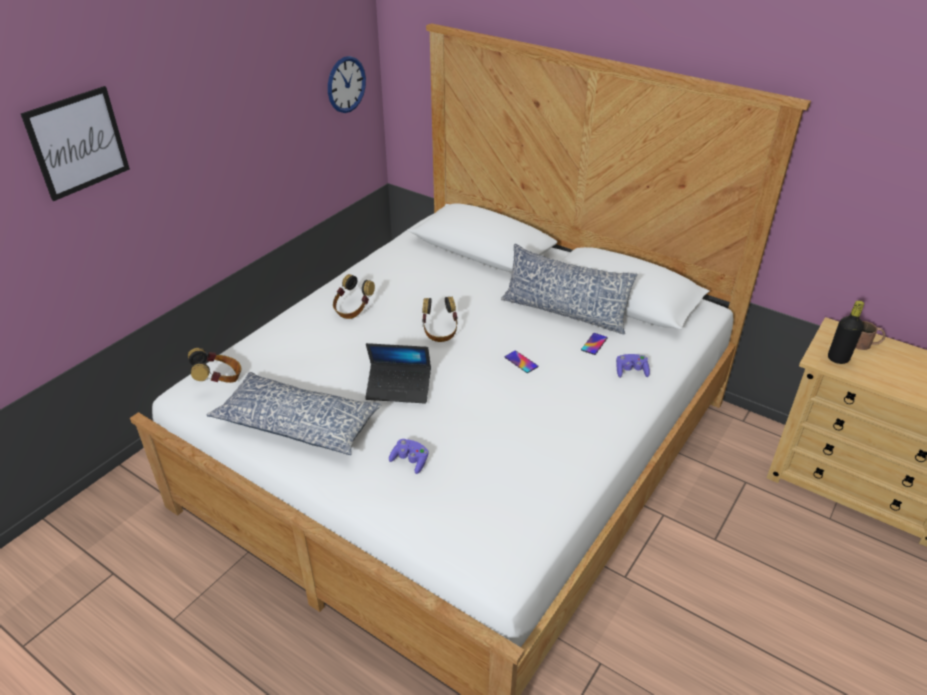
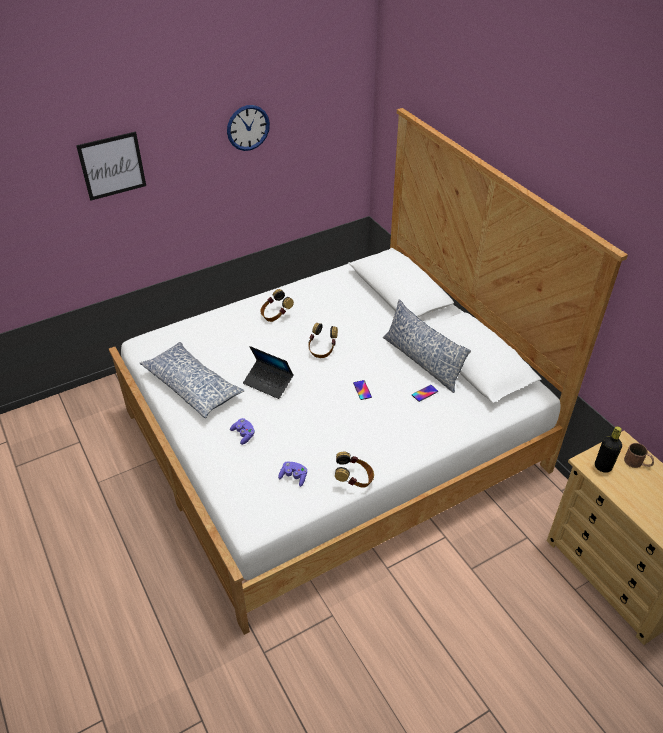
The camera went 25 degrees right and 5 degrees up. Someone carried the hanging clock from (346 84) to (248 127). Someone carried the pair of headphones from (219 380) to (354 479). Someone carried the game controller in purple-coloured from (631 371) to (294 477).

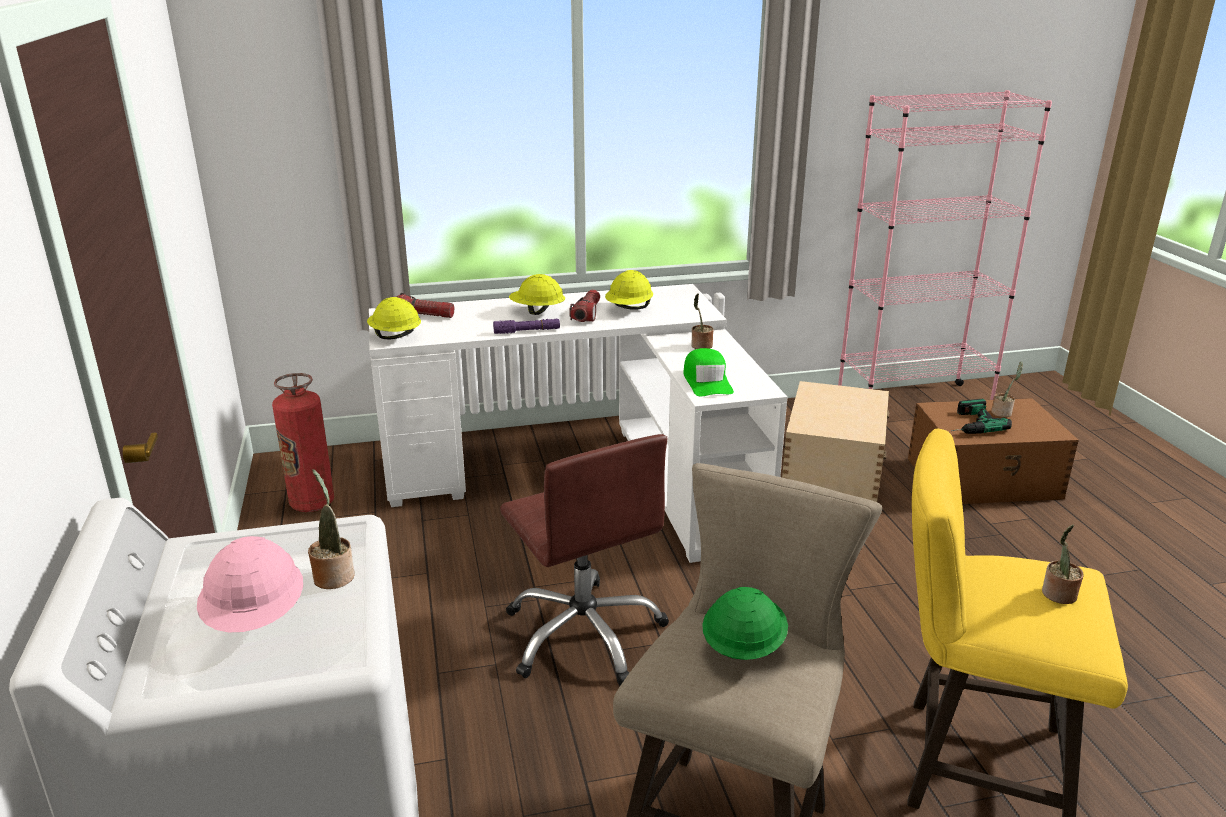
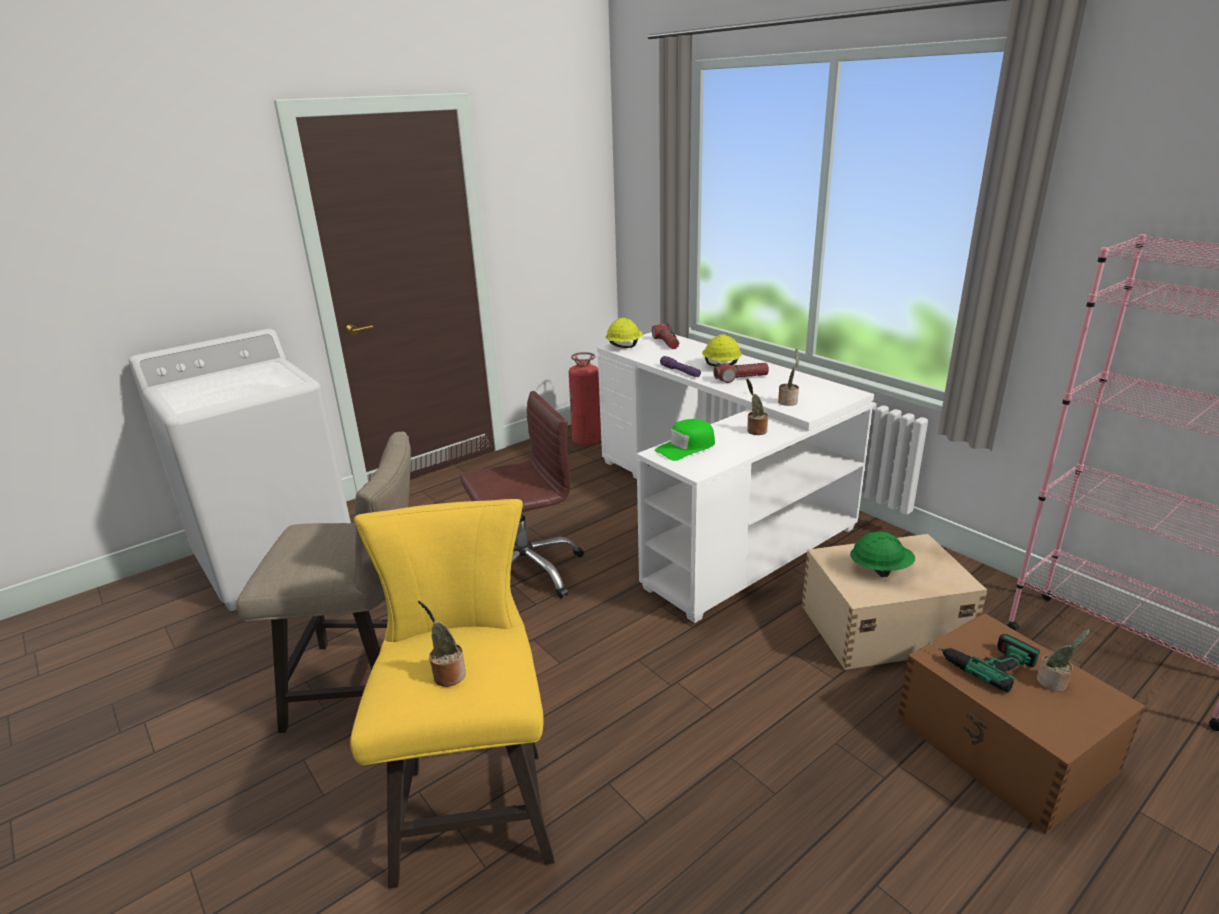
The camera went 65 degrees right and 0 degrees up. Someone took away the work helmet in yellow at (629 309). Someone rotated the office chair in brownish at (584 634) by 150 degrees counterclockwise. Someone carried the plant in a pot from (333 575) to (788 402). Someone took away the work helmet in pink-coloured at (257 618). Someone carried the work helmet in green-coloured from (742 647) to (880 569).

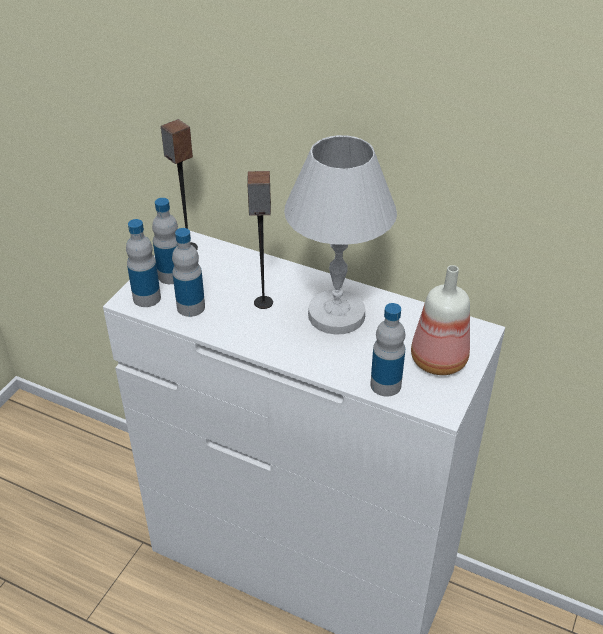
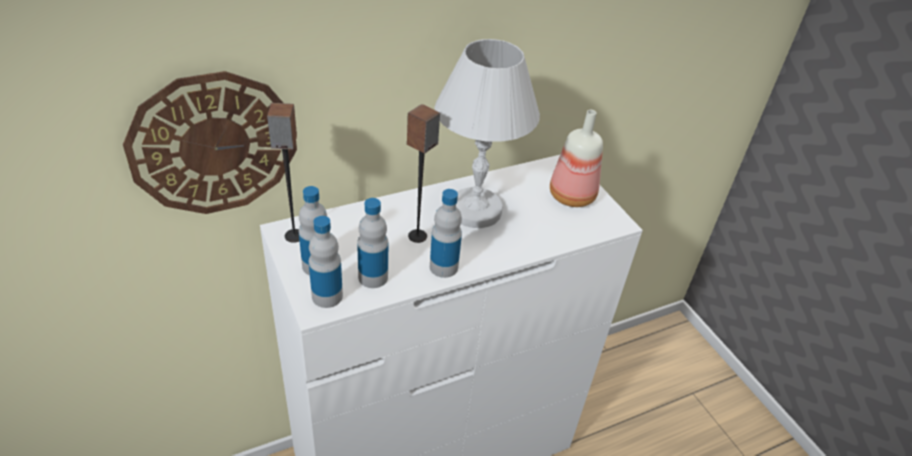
The camera went 55 degrees left and 0 degrees up. Someone carried the drink bottle from (385 385) to (443 267). Someone put up the hanging clock at (214 145).

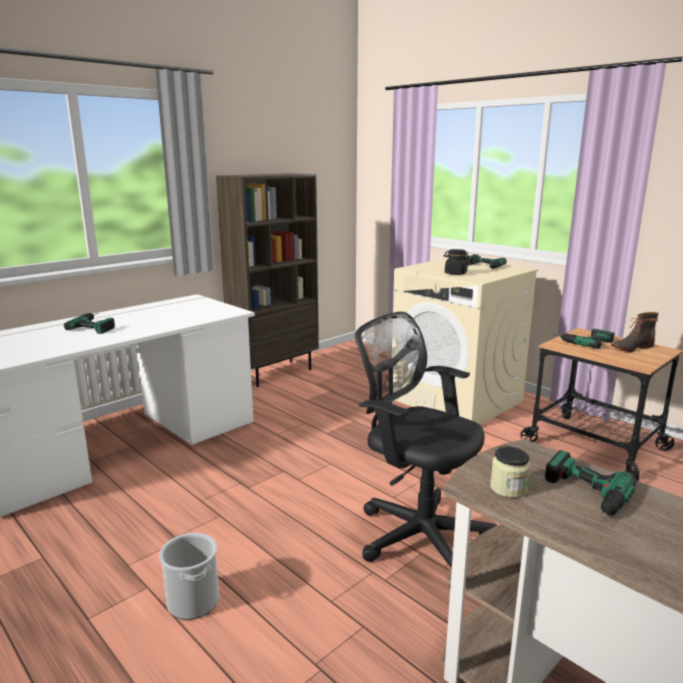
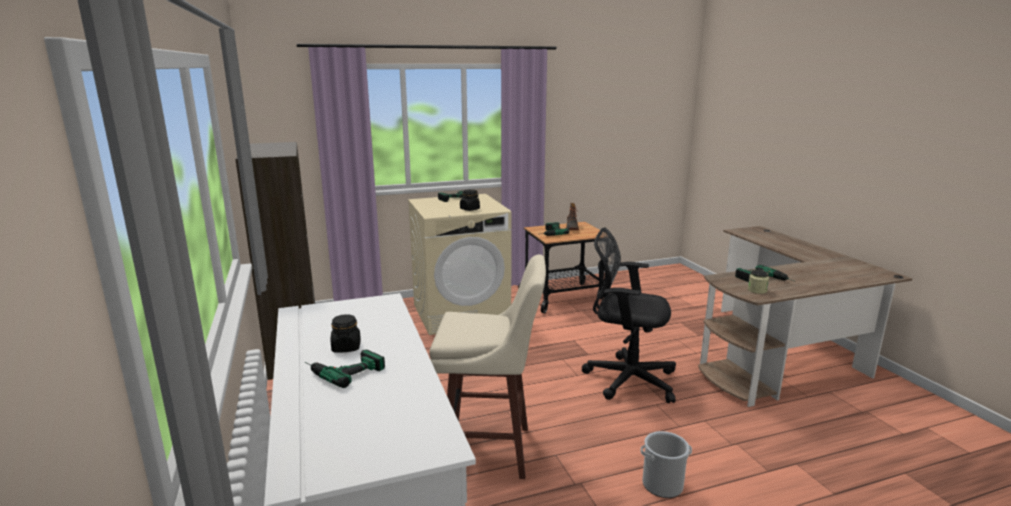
The camera went 65 degrees left and 0 degrees up. Someone rotated the office chair in black at (418 535) by 45 degrees clockwise. Someone put down the stool in beige-coloured at (490 451). Someone put down the storage jar in black at (346 347).

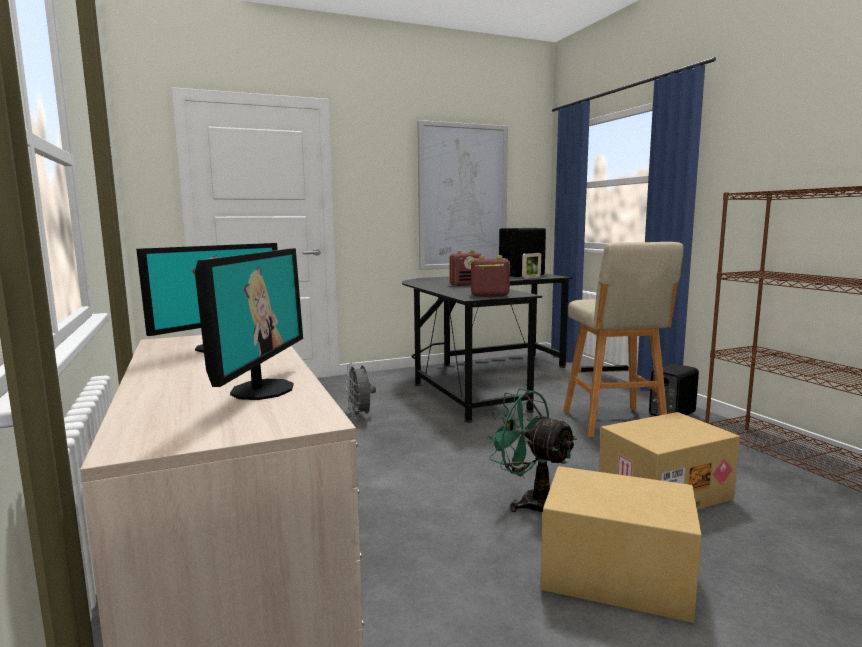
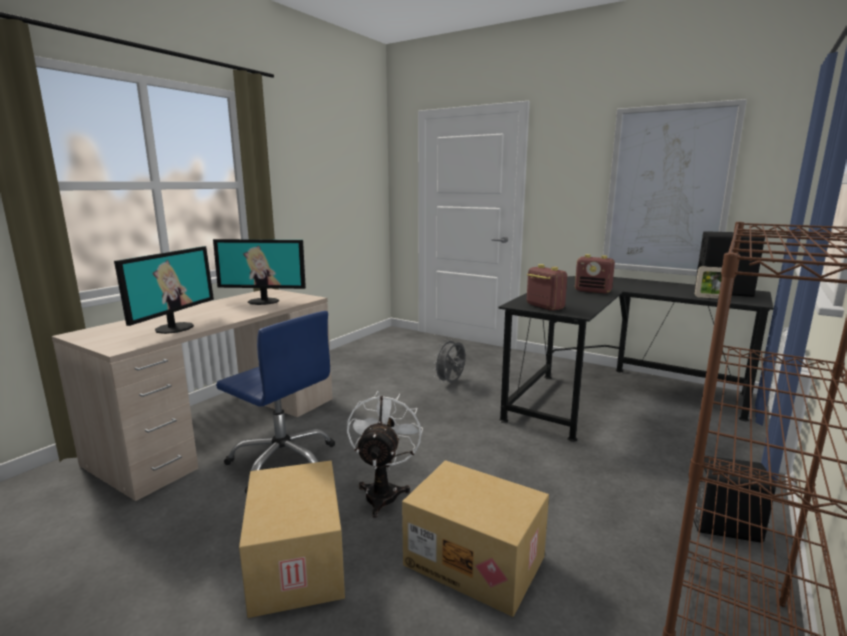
The camera went 55 degrees right and 5 degrees up. Someone took away the stool in beige-coloured at (614 423). Someone rotated the monitor at (261 389) by 45 degrees counterclockwise. Someone repainted the electric fan in green-coloured at (531 501), which became the electric fan in whitish at (383 492). Someone put down the office chair in bluish at (283 462).

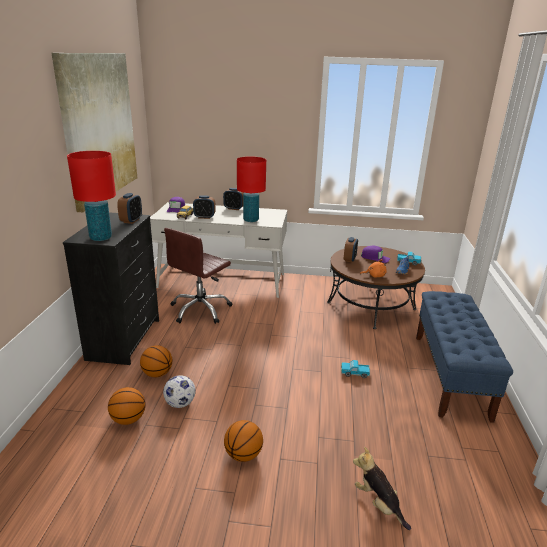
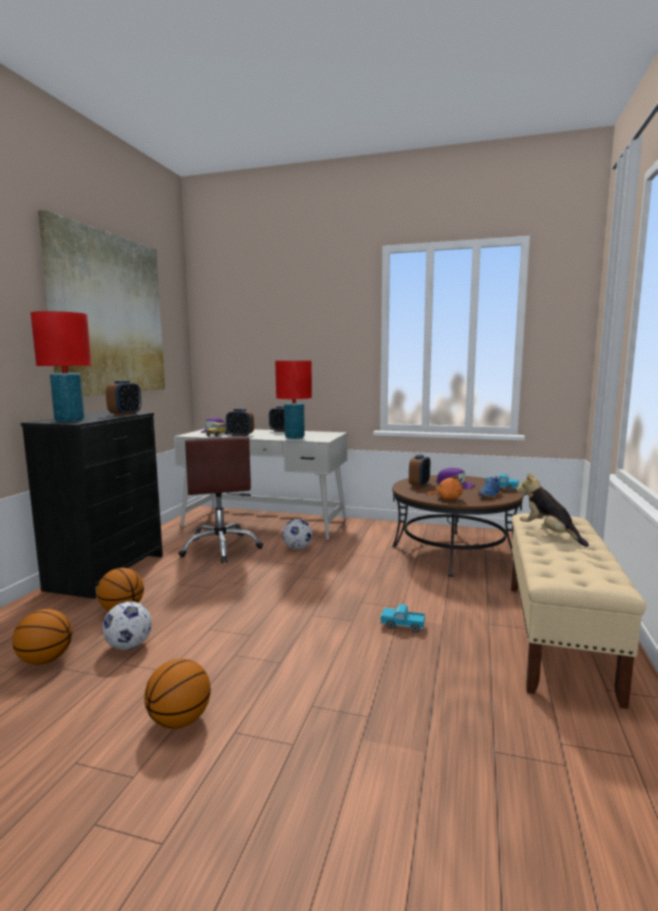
The camera went 10 degrees right and 15 degrees down. Someone rotated the office chair in brownish at (200 310) by 60 degrees counterclockwise. Someone repainted the indoor bench in bluish at (450 375), which became the indoor bench in beige-coloured at (557 636). Someone carried the plush toy from (378 503) to (548 534). Someone put down the ball for football at (297 548).

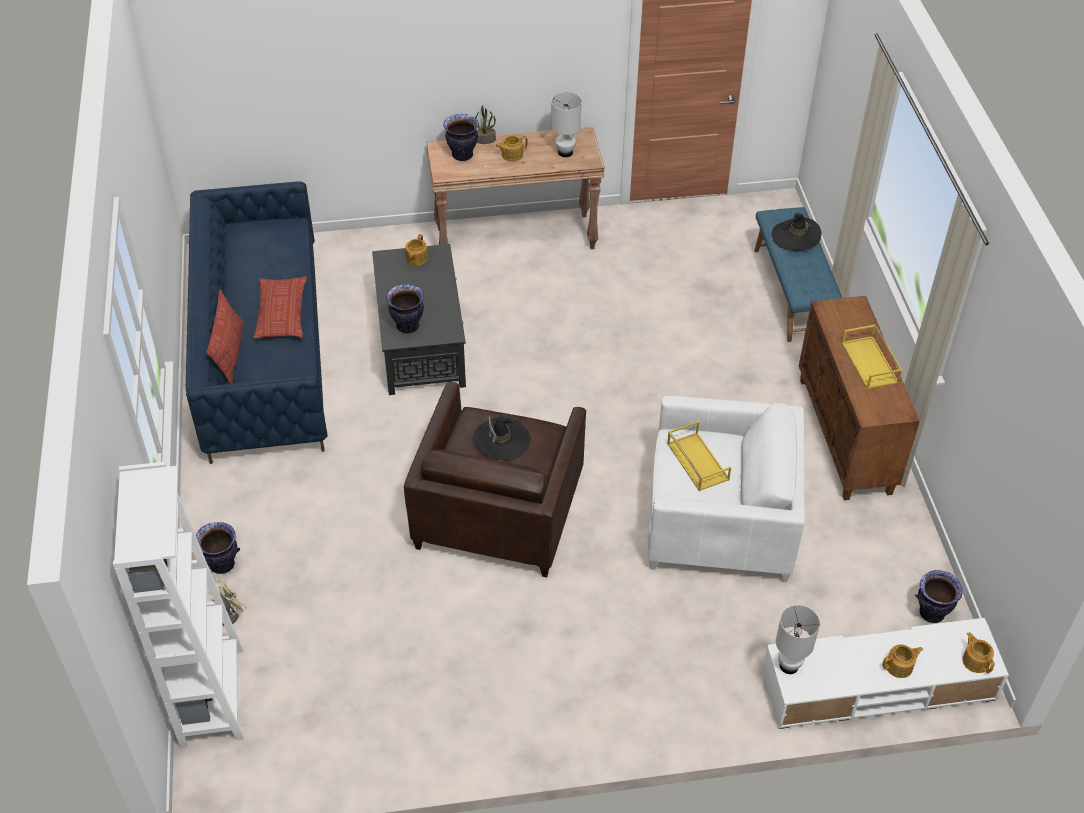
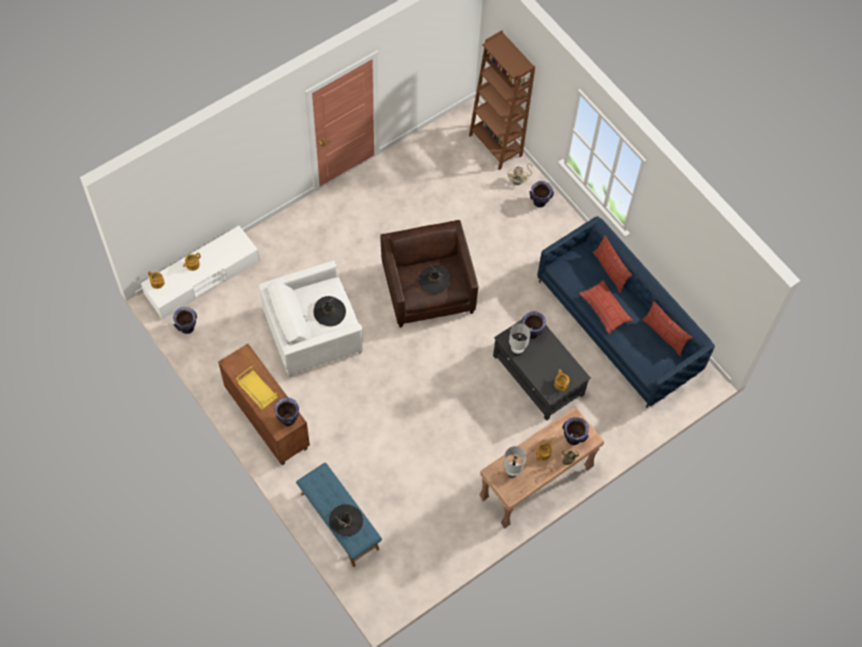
The camera went 150 degrees right and 15 degrees up. Someone swapped the serving tray in yellow at (696 461) for the wearable hat in black at (329 312). Someone repainted the bookcase in whitish at (212 697), which became the bookcase in brownish at (495 145). Someone carried the lamp for a table in whitish from (788 665) to (517 351). Someone put down the throw pillow at (664 335). Someone put down the decorative vase at (288 419).

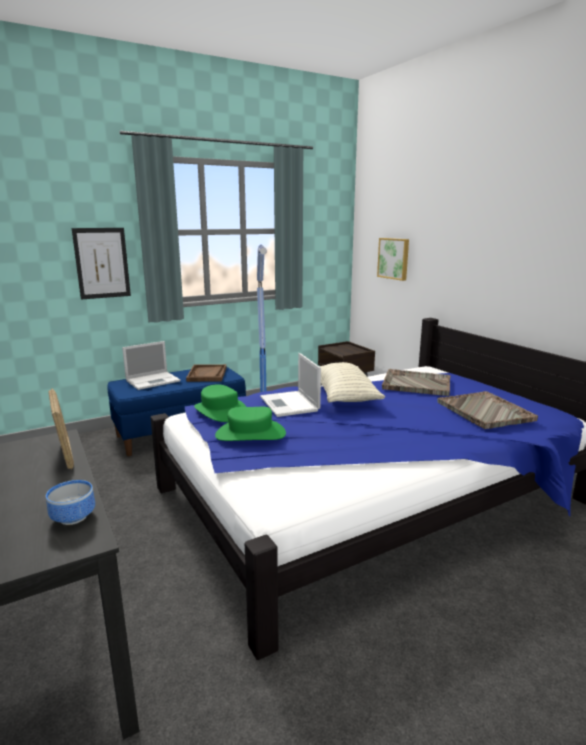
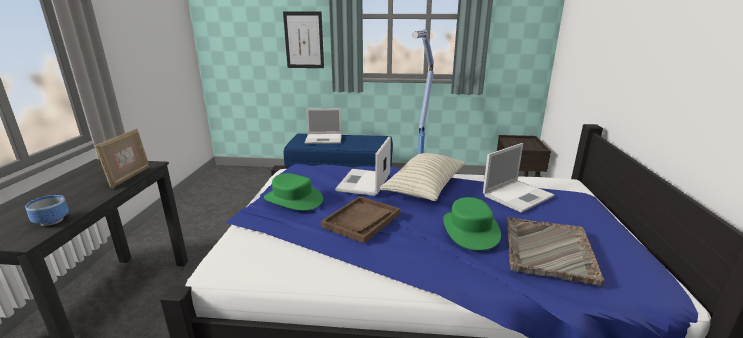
The camera went 35 degrees right and 5 degrees up. Someone took away the wall picture at (394 258). Someone carried the serving tray in brownish from (207 374) to (361 220). Someone swapped the serving tray in gray at (416 384) for the laptop at (518 195). Someone carried the wearable hat in green-coloured from (220 411) to (470 230).

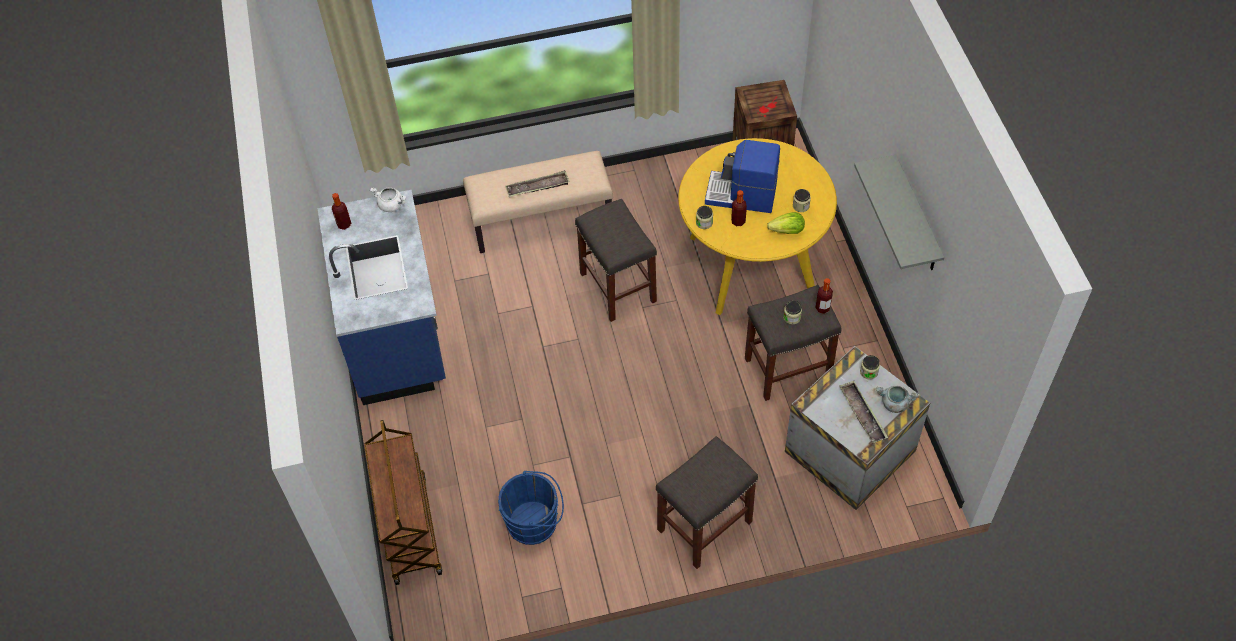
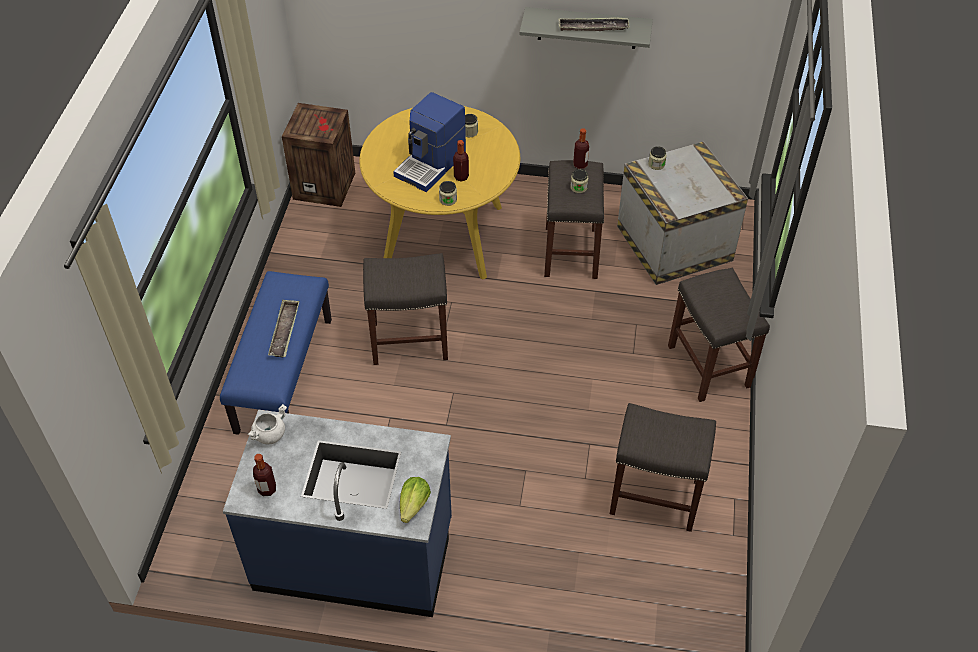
The camera went 70 degrees left and 5 degrees down. Someone repainted the indoor bench in beige-coloured at (542 220), which became the indoor bench in bluish at (283 374). Someone carried the head of lettuce from (787 231) to (414 505). Someone carried the serving tray from (862 414) to (593 27). Someone took away the saucepot in gray at (894 404). Someone took away the cart in brownish at (409 528). Someone swapped the bucket in bluish at (535 522) for the stool in gray at (653 497).

